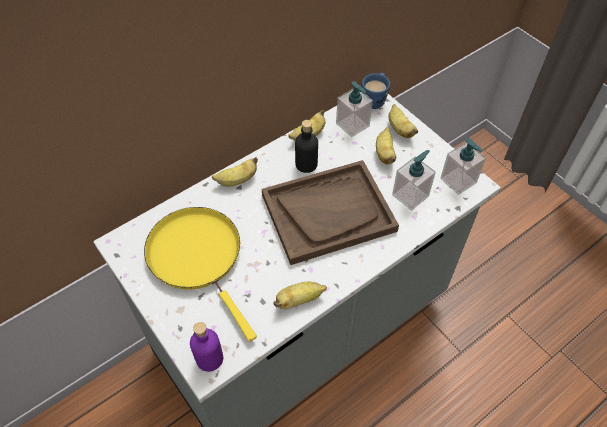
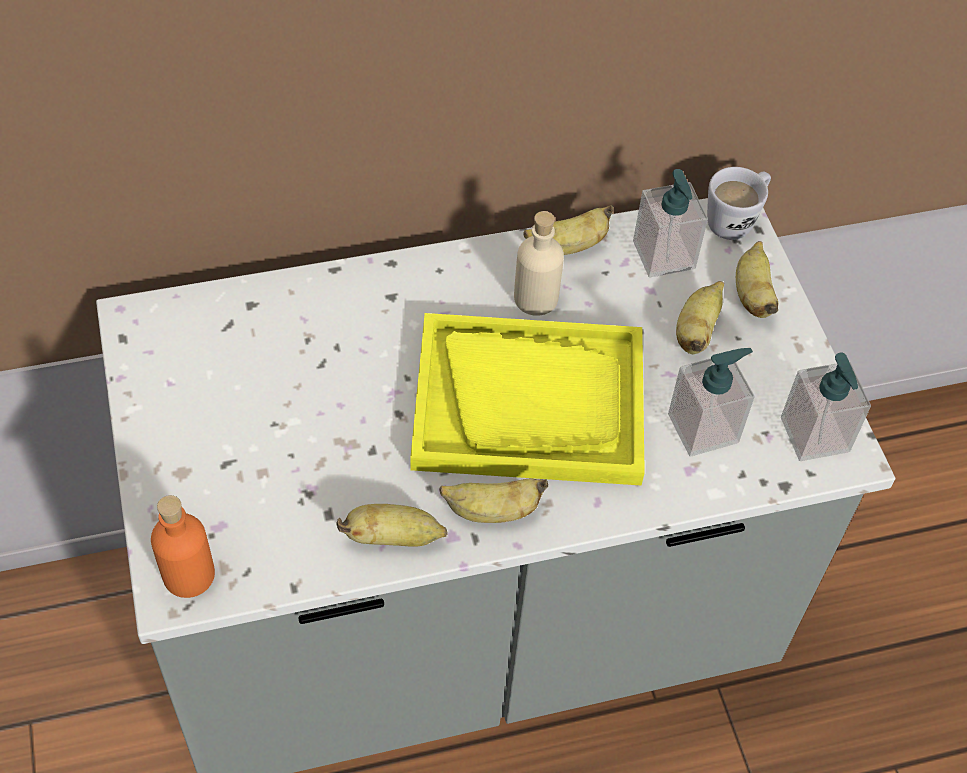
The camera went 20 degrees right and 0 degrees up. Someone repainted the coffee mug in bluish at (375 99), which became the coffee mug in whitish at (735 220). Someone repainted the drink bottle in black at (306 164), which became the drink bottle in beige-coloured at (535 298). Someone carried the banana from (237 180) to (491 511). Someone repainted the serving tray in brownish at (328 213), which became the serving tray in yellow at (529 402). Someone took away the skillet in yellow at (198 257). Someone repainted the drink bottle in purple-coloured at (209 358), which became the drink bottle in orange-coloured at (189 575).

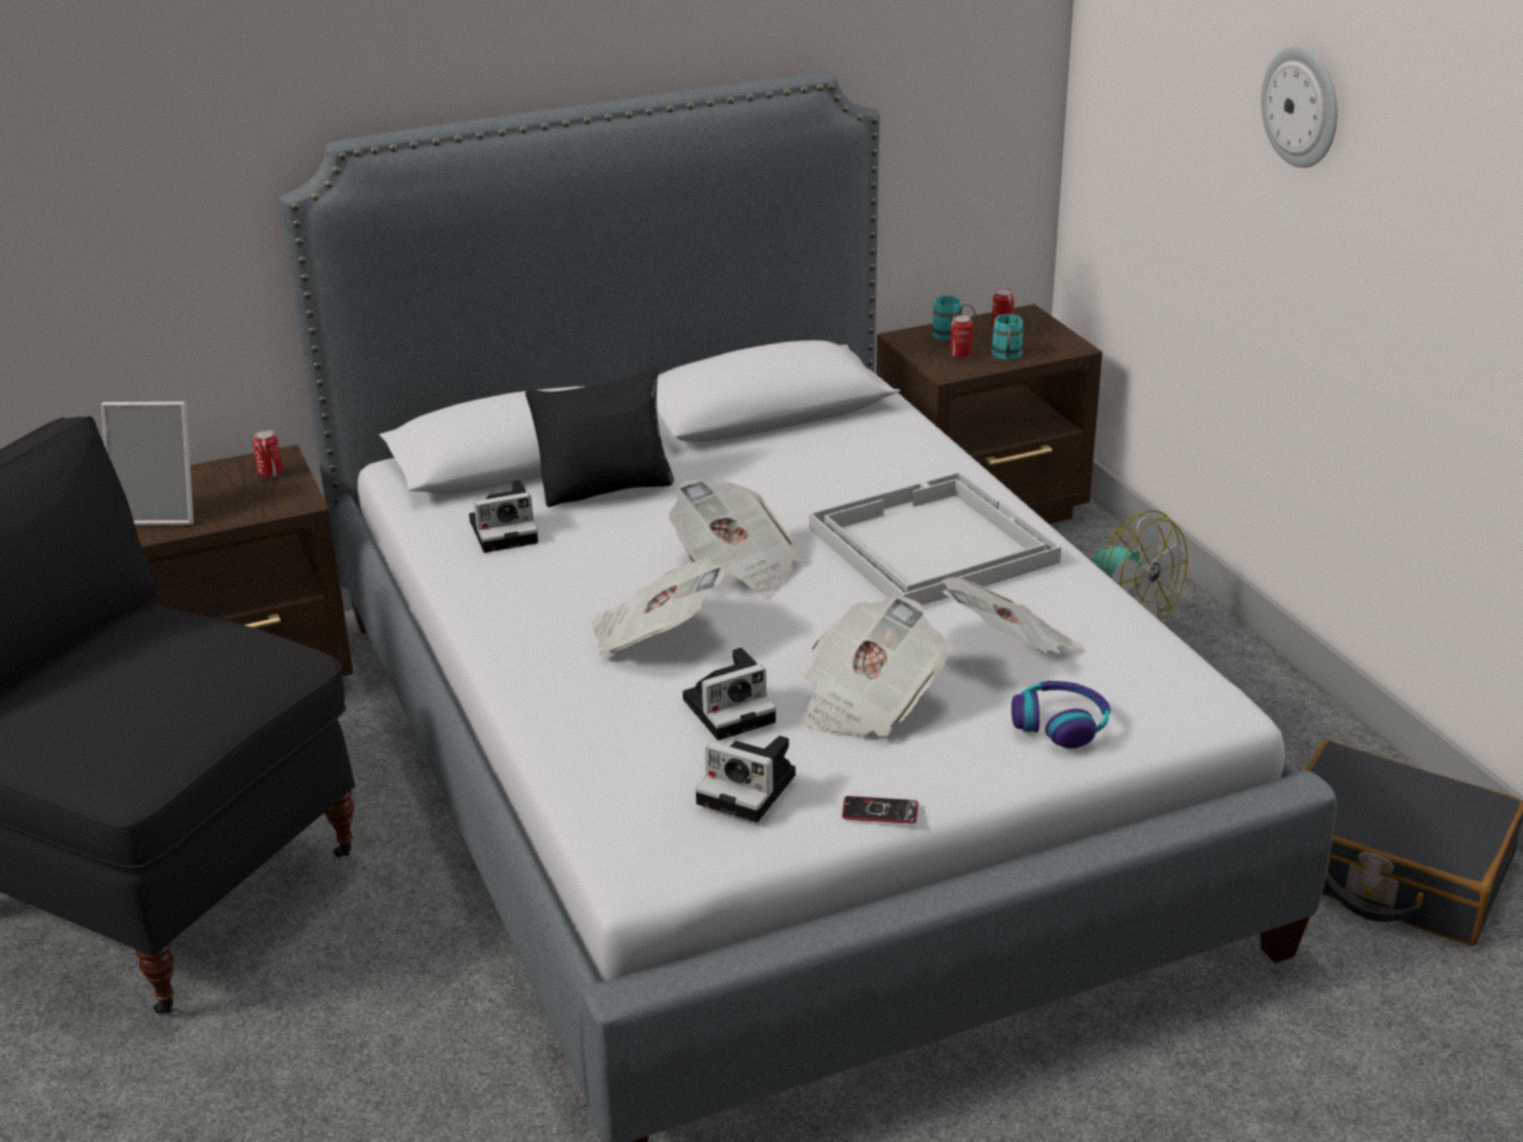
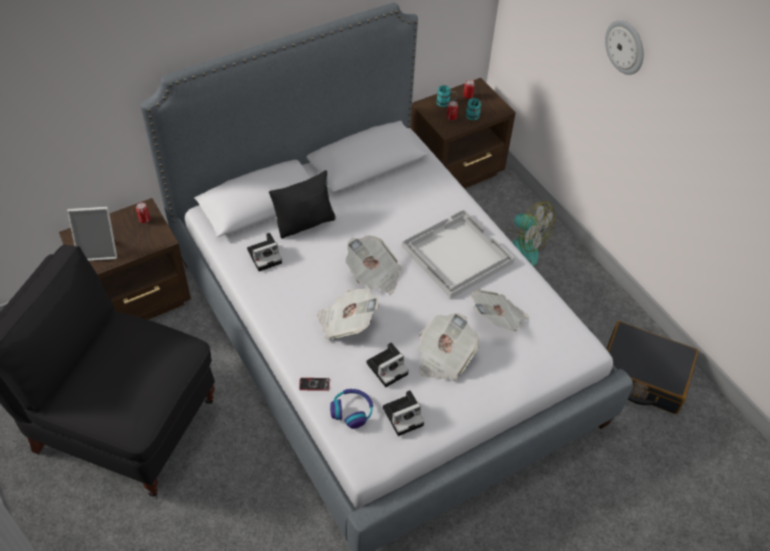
The camera went 10 degrees left and 20 degrees up. Someone carried the pair of headphones from (1060 724) to (352 411). Someone rotated the still camera at (750 789) by 45 degrees counterclockwise. Someone carried the telephone from (880 811) to (314 384).

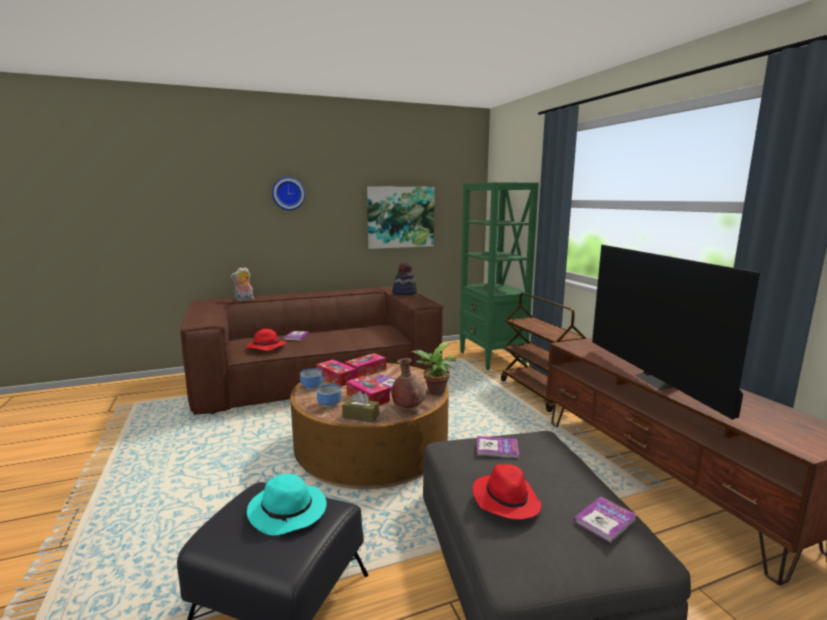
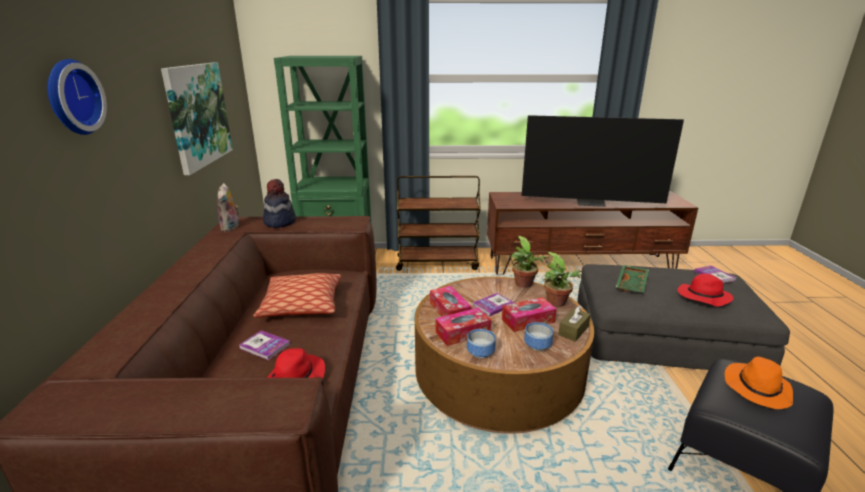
The camera went 70 degrees left and 10 degrees up. Someone carried the plush toy from (244 300) to (231 227). Someone swapped the decorative vase in brownish at (408 407) for the plant in a pot at (558 303). Someone swapped the volume at (497 448) for the serving tray in green-coloured at (632 284). Someone repainted the wearable hat in turquoise-coloured at (288 512), which became the wearable hat in orange-coloured at (756 388). Someone put down the throw pillow at (301 305).

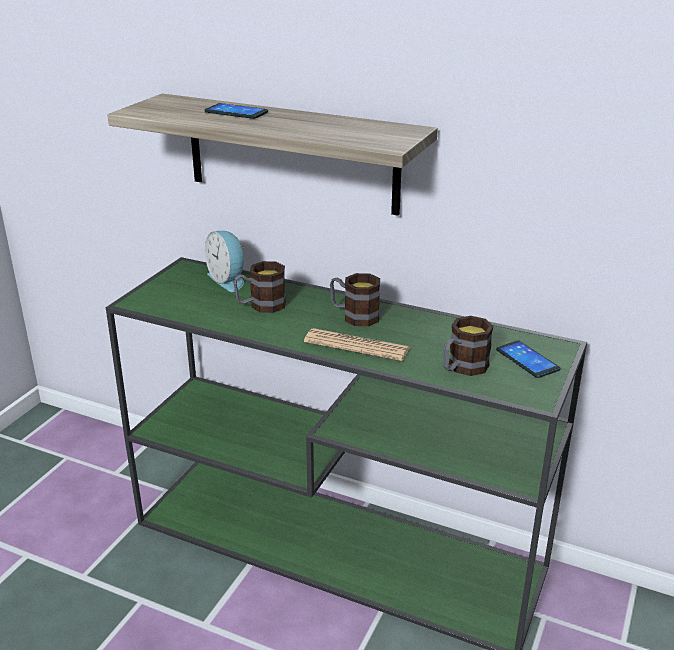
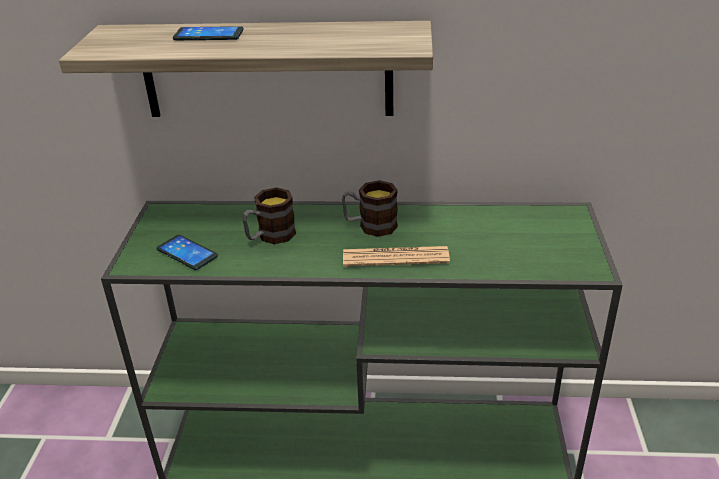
The camera went 20 degrees left and 5 degrees up. Someone took away the table clock at (228 280). Someone took away the coffee mug at (462 368). Someone carried the telephone from (527 360) to (187 253).

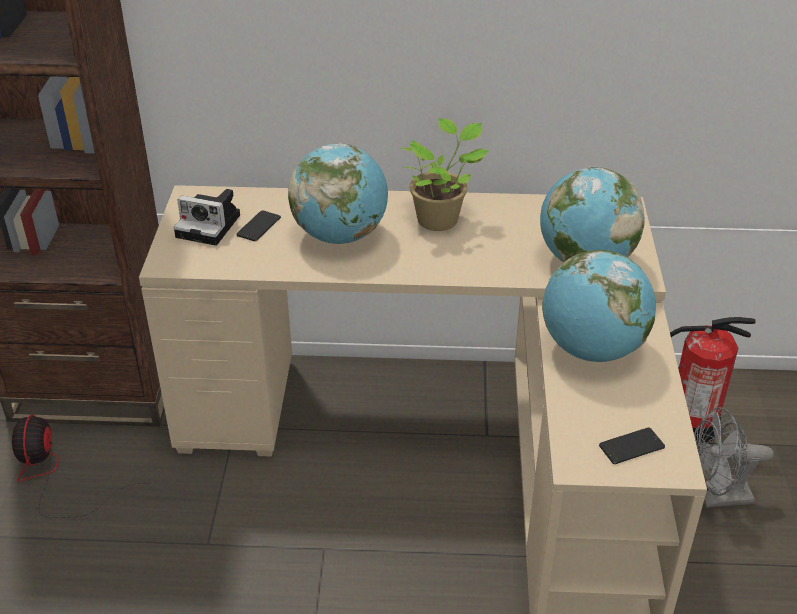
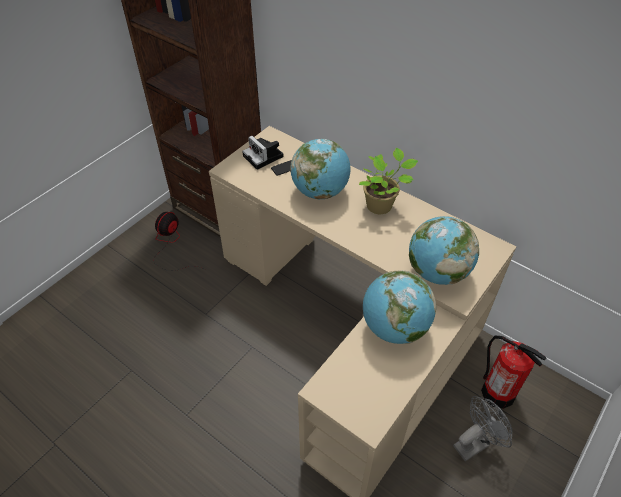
The camera went 35 degrees right and 10 degrees up. Someone rotated the electric fan in gray at (716 497) by 120 degrees clockwise. Someone took away the telephone at (631 446).

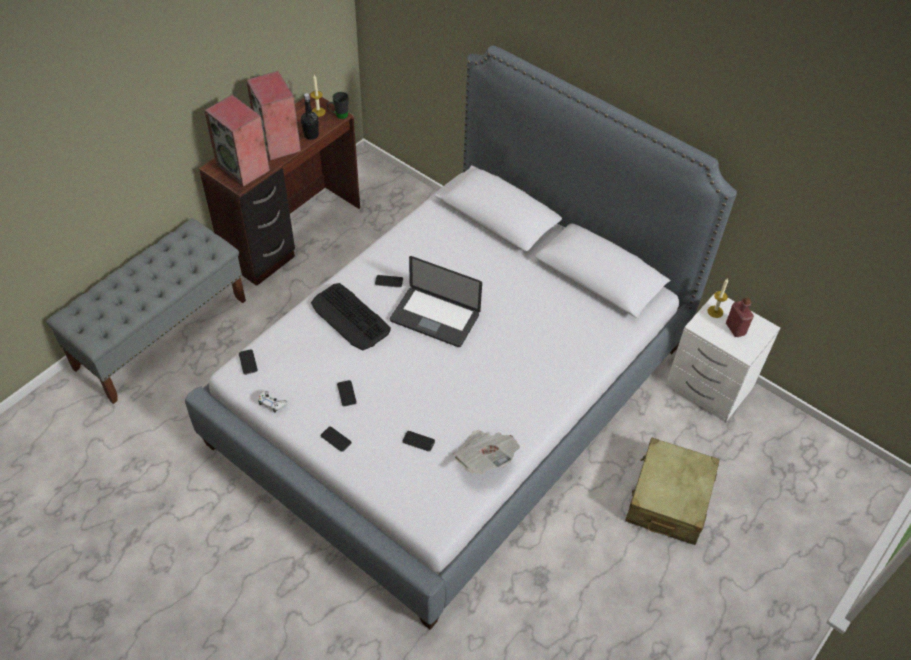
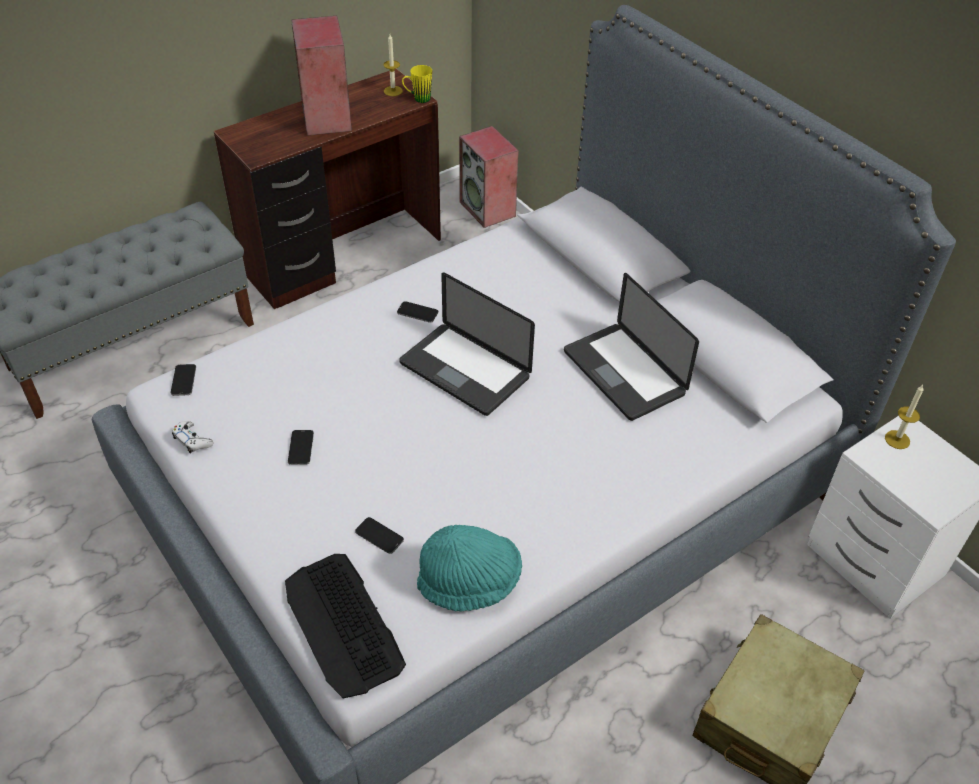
The camera went 15 degrees right and 5 degrees down. Someone repainted the coffee mug in black at (338 116), which became the coffee mug in yellow at (418 99). Someone took away the drink bottle in black at (311 135). Someone carried the audio speaker from (244 168) to (488 209). Someone carried the PC keyboard from (350 317) to (343 625). Someone took away the drink bottle in reddish at (735 329). Someone took away the telephone at (336 439). Someone swapped the newspaper at (484 459) for the wearable hat in turquoise-coloured at (469 583). Someone put down the laptop at (624 373).

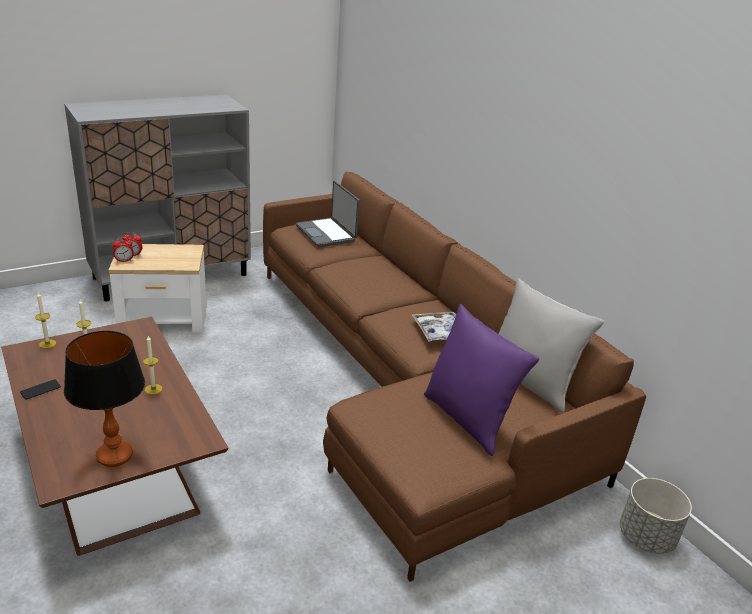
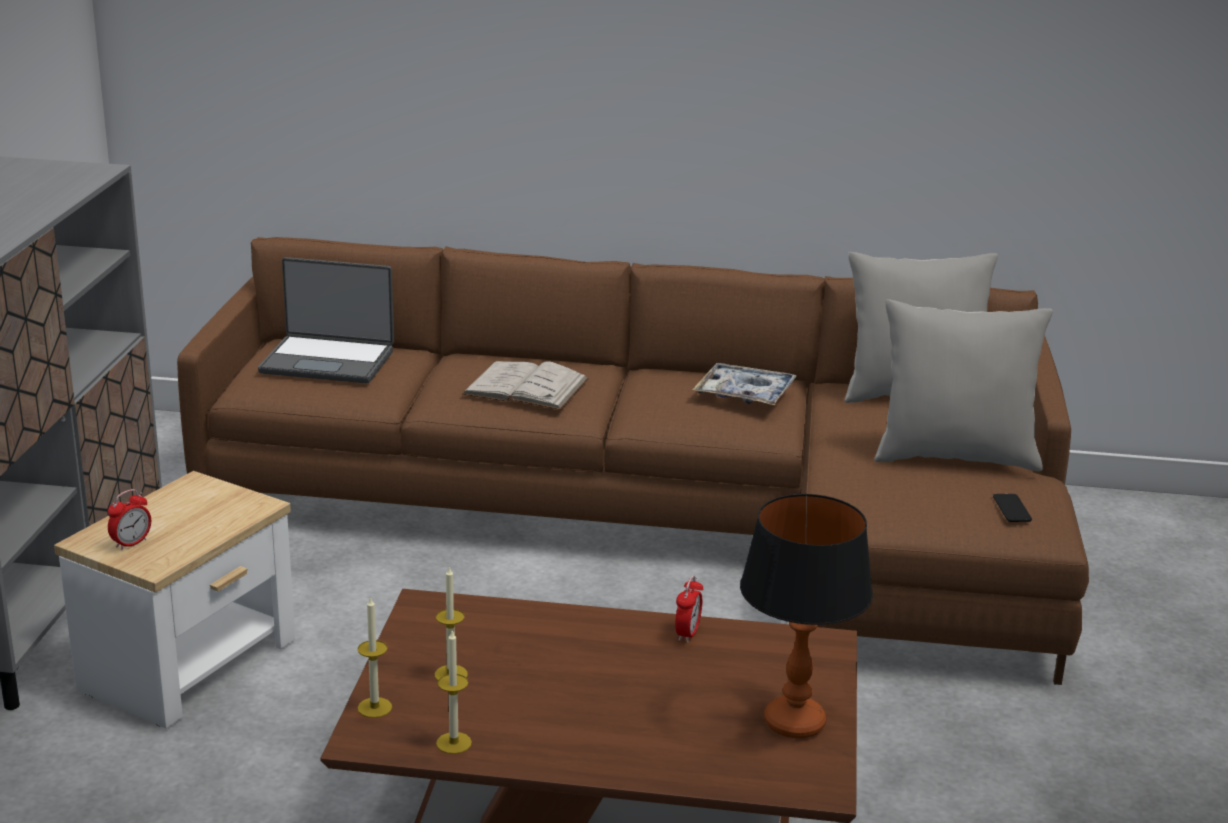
The camera went 50 degrees left and 5 degrees down. Someone carried the table clock from (124 261) to (687 634). Someone repainted the throw pillow in purple-coloured at (468 419), which became the throw pillow in gray at (954 456). Someone carried the wax light from (153 389) to (454 743). Someone carried the telephone from (40 390) to (1012 508). Someone took away the planter in gray at (646 537). Someone put down the volume in whitish at (526 386).

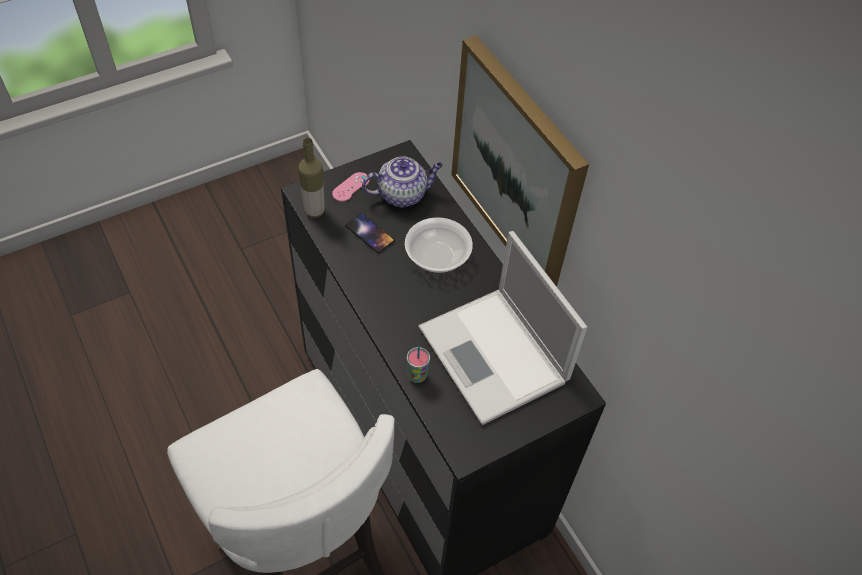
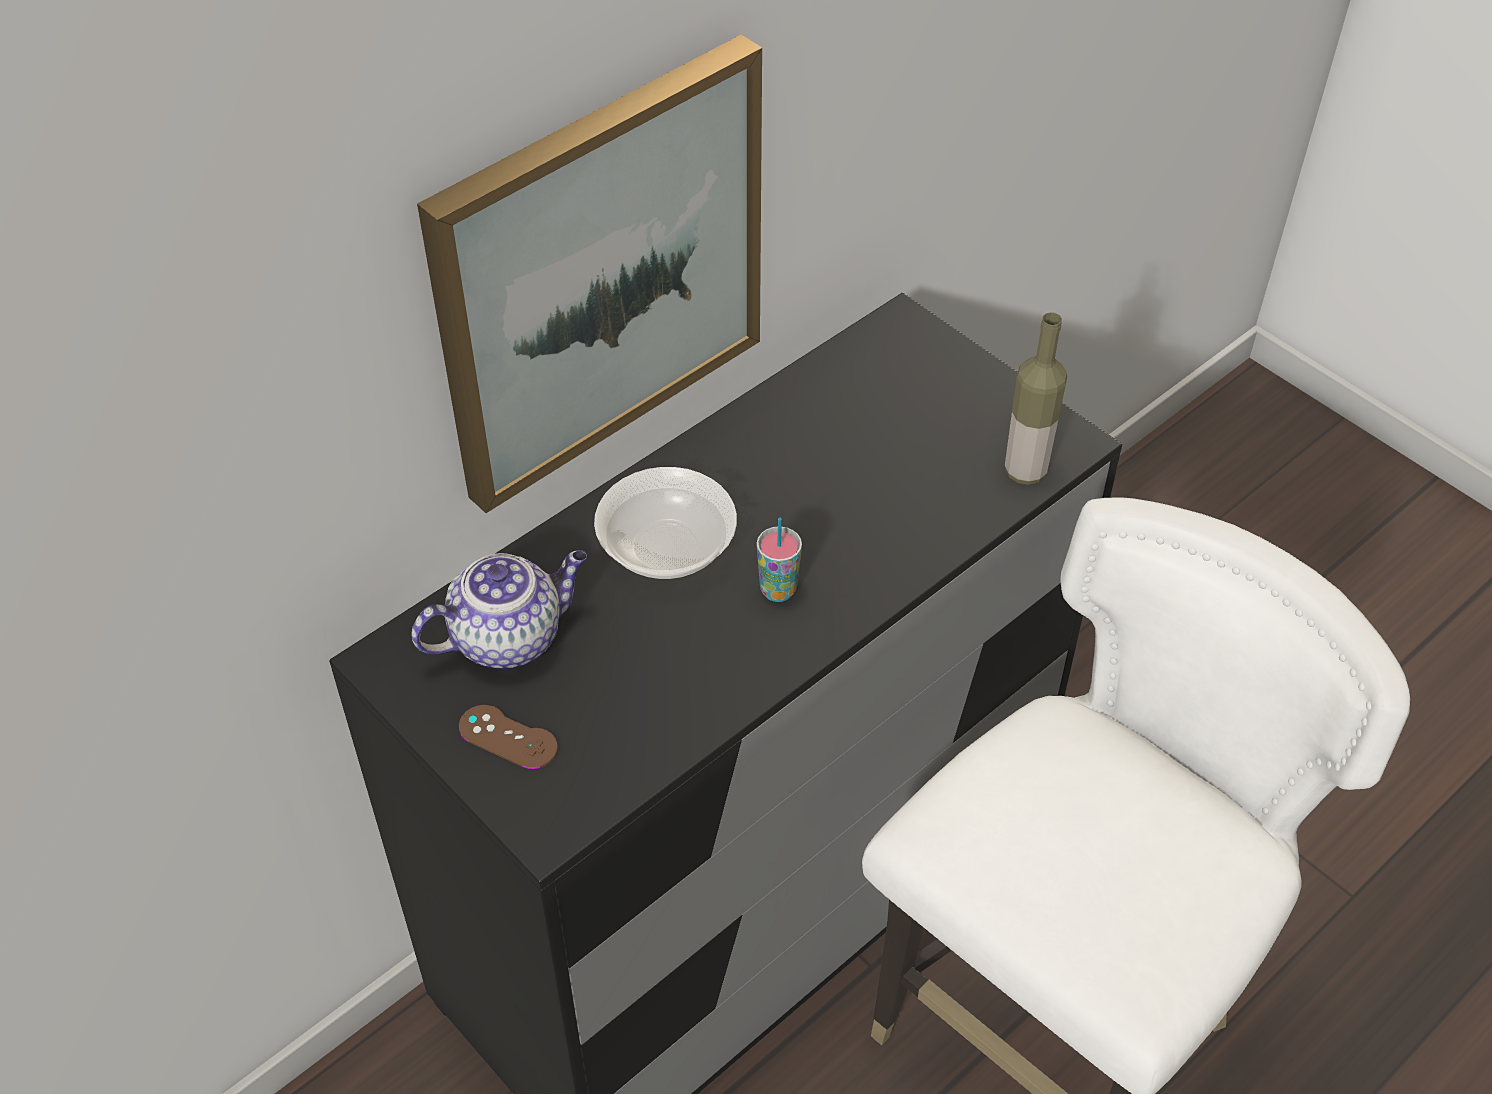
The camera went 100 degrees left and 5 degrees down. Someone carried the drink bottle from (314 211) to (1025 471). Someone rotated the pot for tea at (403 194) by 90 degrees clockwise. Someone repainted the game controller in pink-coloured at (351 187), which became the game controller in brownish at (508 737). Someone took away the telephone at (370 233). Someone took away the laptop at (495 356). Someone carried the cup from (417 376) to (778 590).

